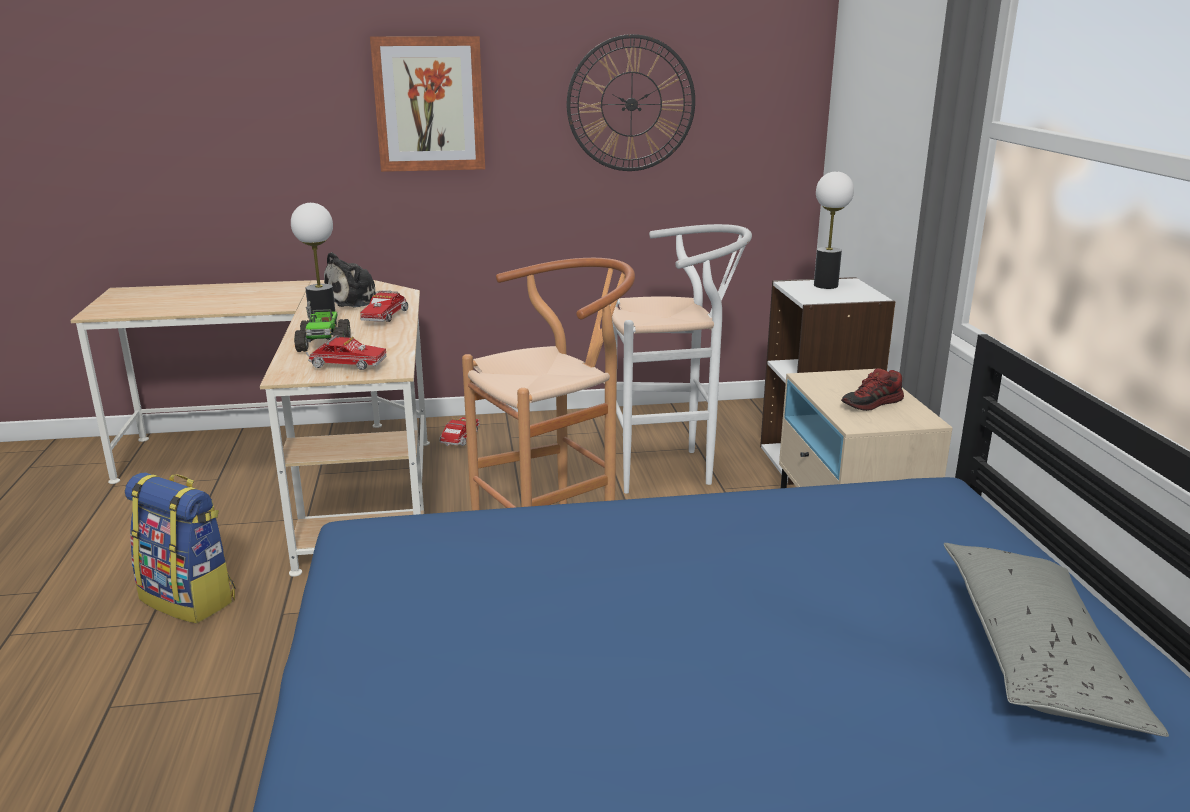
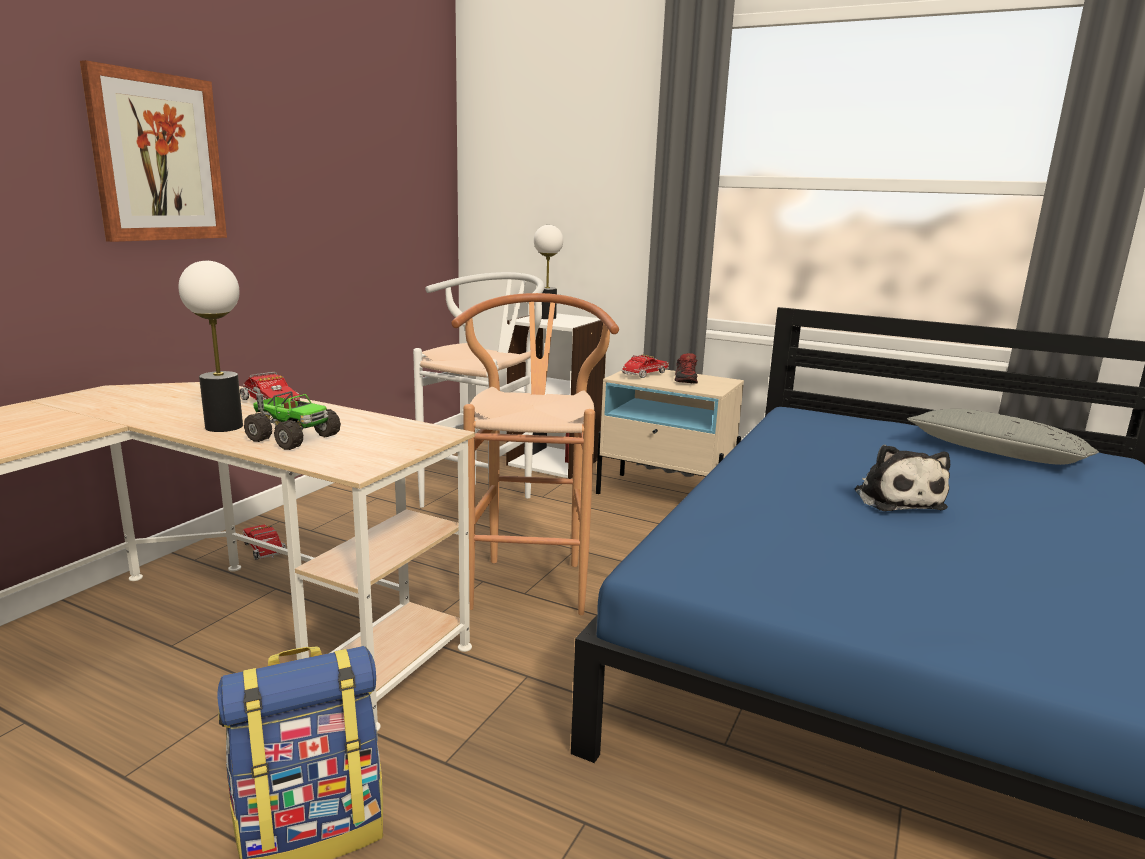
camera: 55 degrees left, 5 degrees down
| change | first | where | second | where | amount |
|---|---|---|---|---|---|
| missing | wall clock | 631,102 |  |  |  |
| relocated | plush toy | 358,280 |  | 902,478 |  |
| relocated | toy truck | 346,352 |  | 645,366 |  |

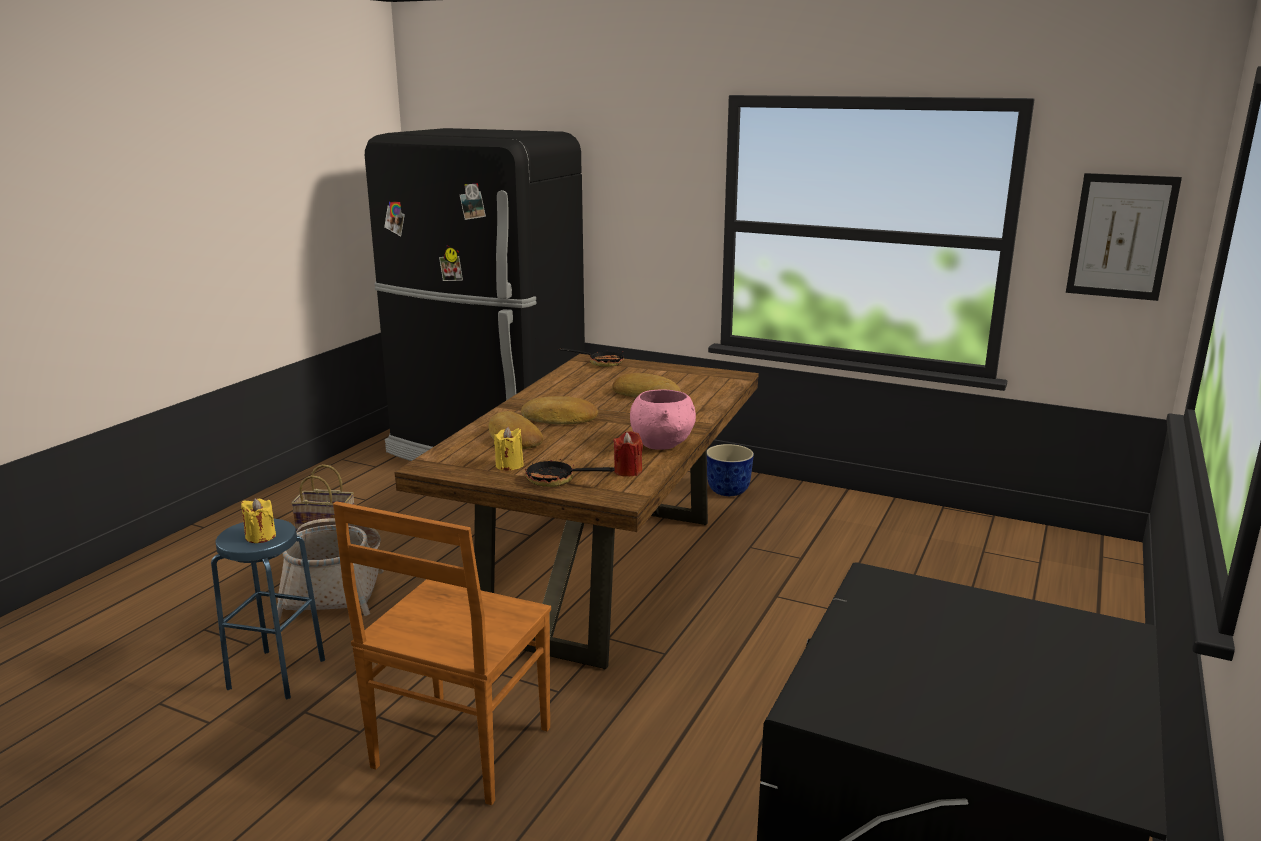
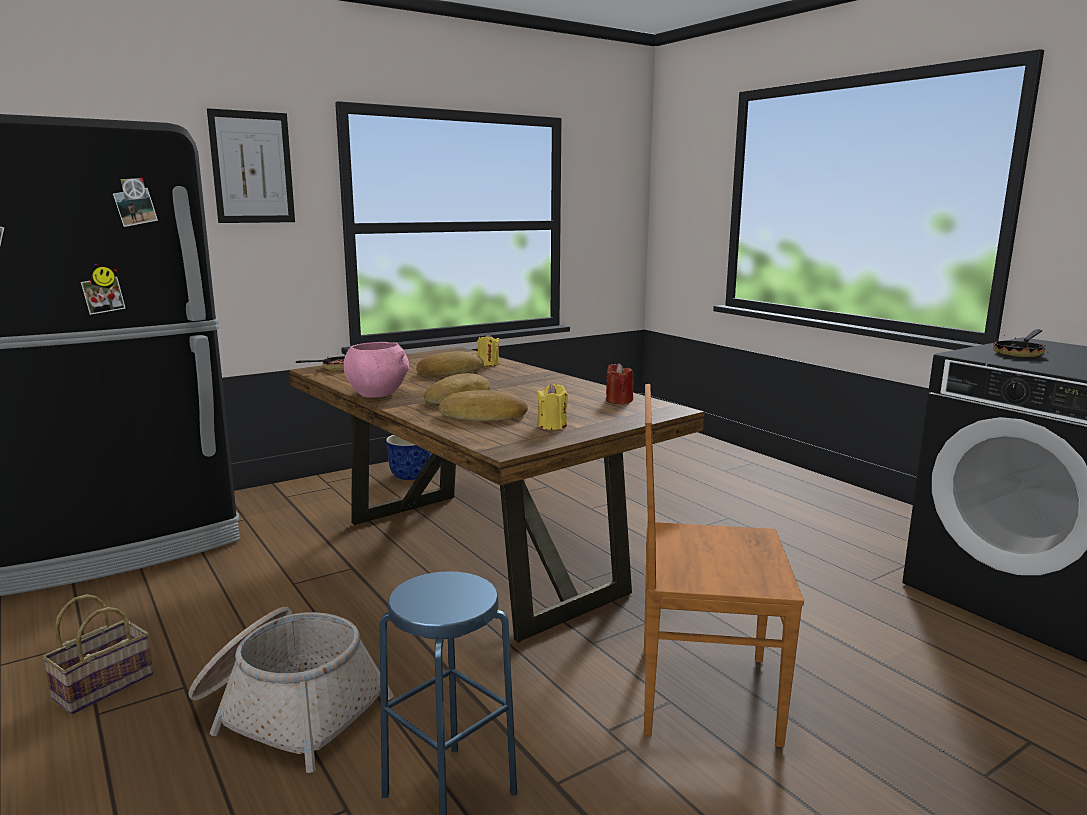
camera: 60 degrees left, 5 degrees down
| change | first | where | second | where | amount |
|---|---|---|---|---|---|
| relocated | picture | 1124,237 |  | 251,165 |  |
| relocated | pink bowl | 663,420 |  | 377,370 |  |
| relocated | frying pan | 570,473 |  | 1019,343 |  |
| relocated | yellow candle | 258,520 |  | 488,349 |  |
| spun | brown chair | 442,653 |  | 724,565 | 135 degrees clockwise |

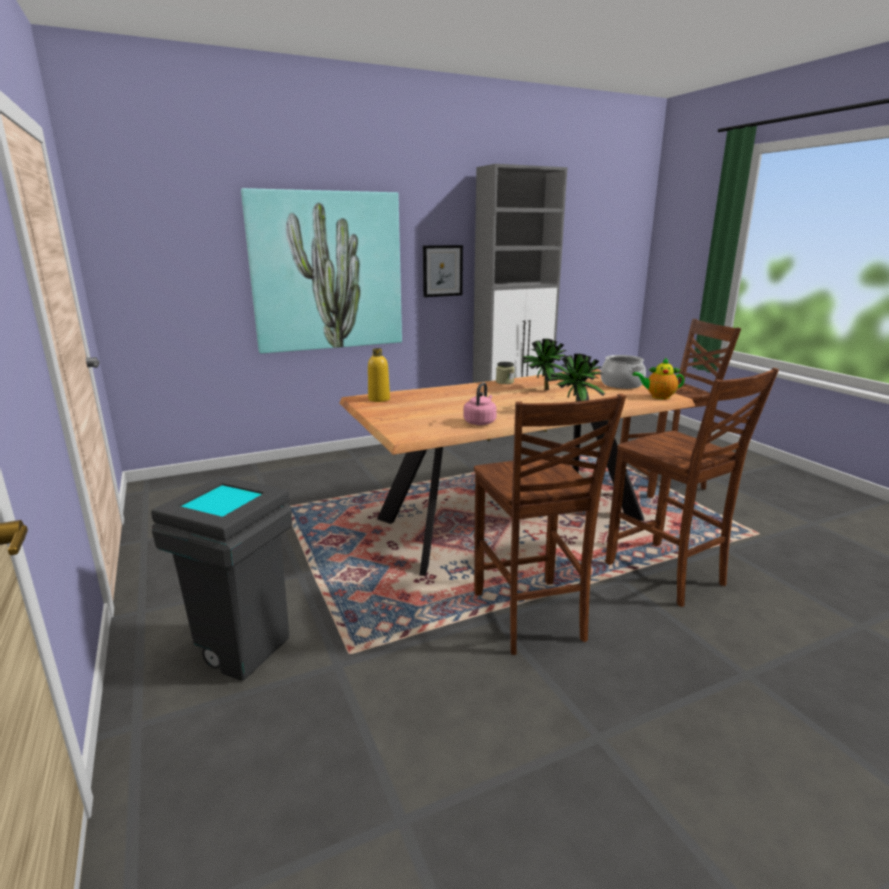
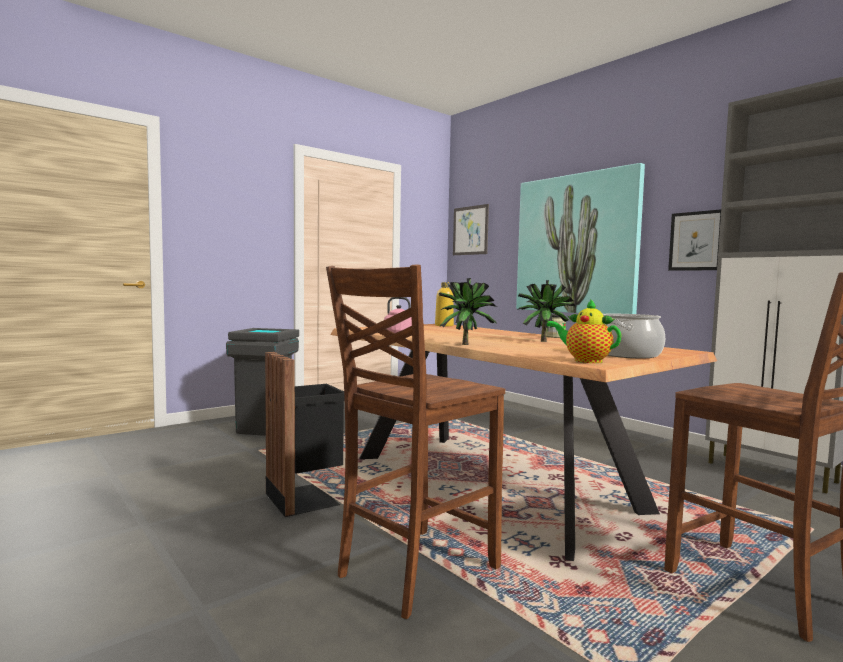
camera: 75 degrees right, 15 degrees down
| change | first | where | second | where | amount |
|---|---|---|---|---|---|
| spun | teapot | 659,378 |  | 584,331 | 45 degrees counterclockwise |
| exchanged | brown chair | 550,524 | black trash can | 305,434 |  |
| appeared |  |  | picture | 471,229 |  |

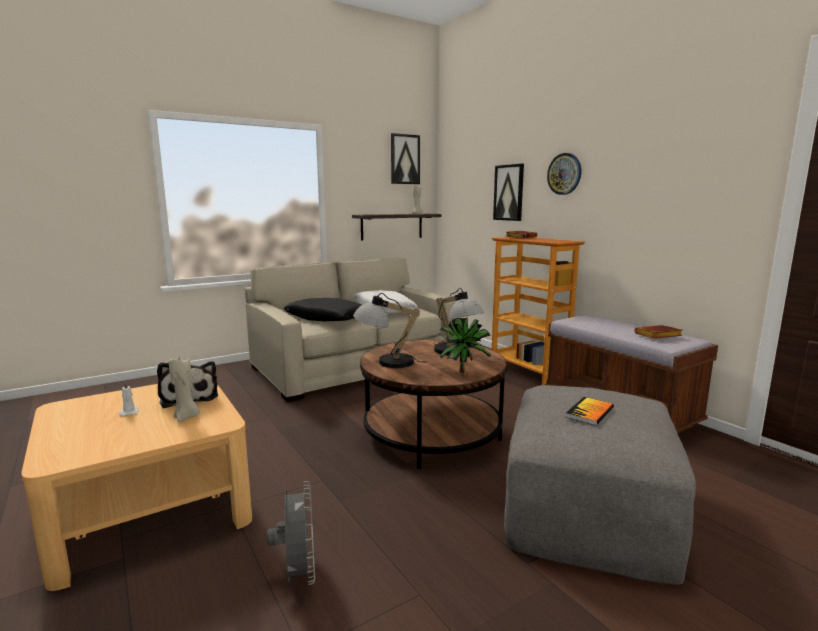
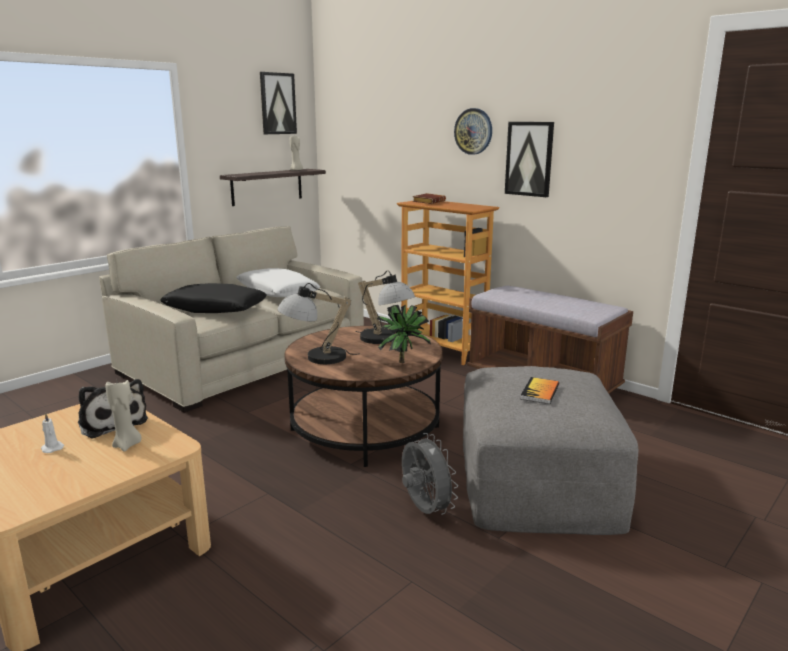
camera: 15 degrees left, 5 degrees up
| change | first | where | second | where | amount |
|---|---|---|---|---|---|
| relocated | picture | 508,192 |  | 529,159 |  |
| missing | brown book | 658,332 |  |  |  |
| relocated | grey fan | 291,533 |  | 430,474 |  |

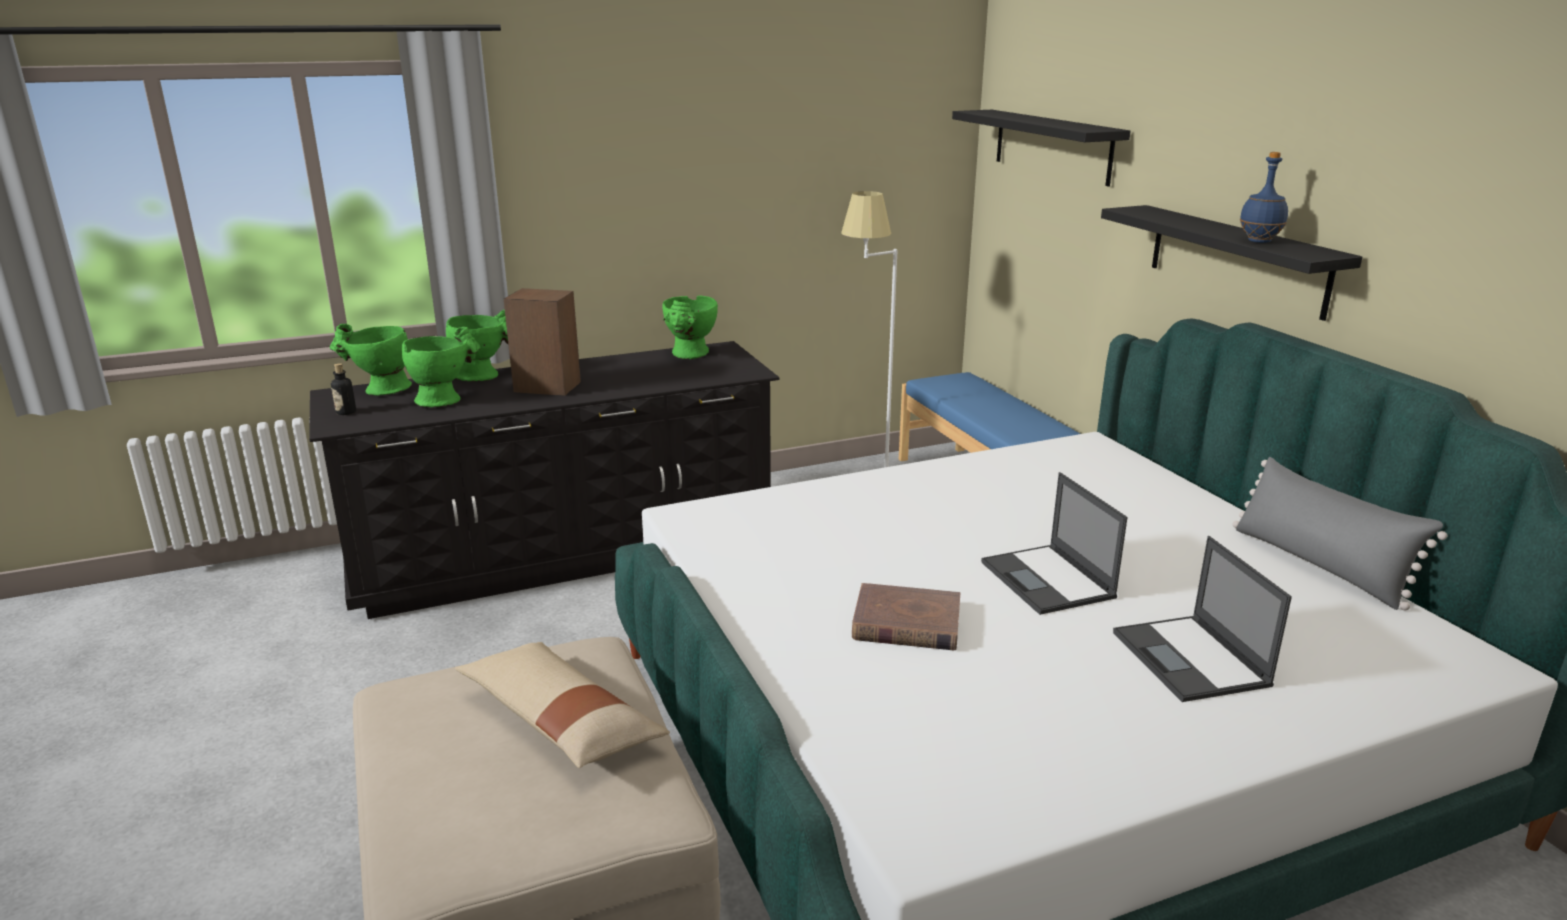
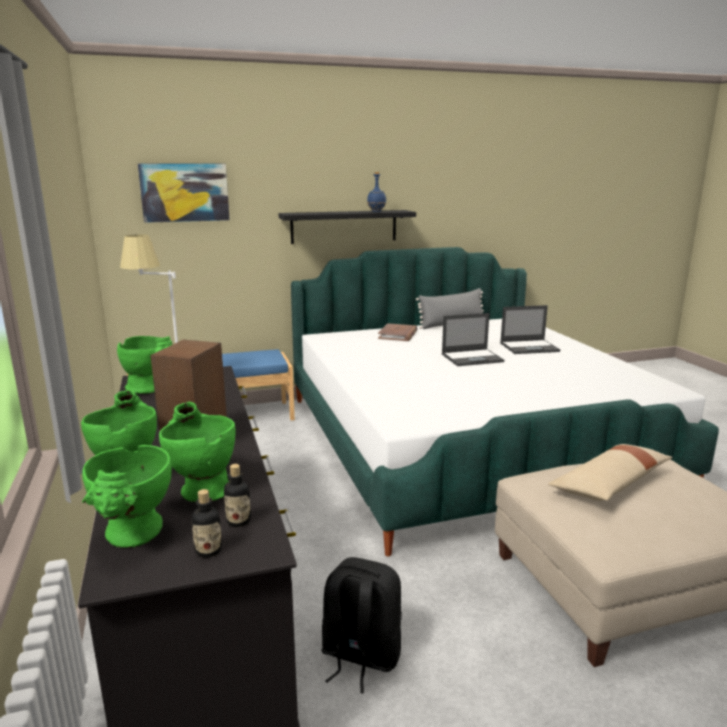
camera: 85 degrees left, 5 degrees down
| change | first | where | second | where | amount |
|---|---|---|---|---|---|
| exchanged | black shelf | 1041,148 | picture | 184,193 |  |
| relocated | brown book | 906,616 |  | 398,332 |  |
| appeared |  |  | bottle | 237,495 |  |
| appeared |  |  | black backpack | 361,625 |  |

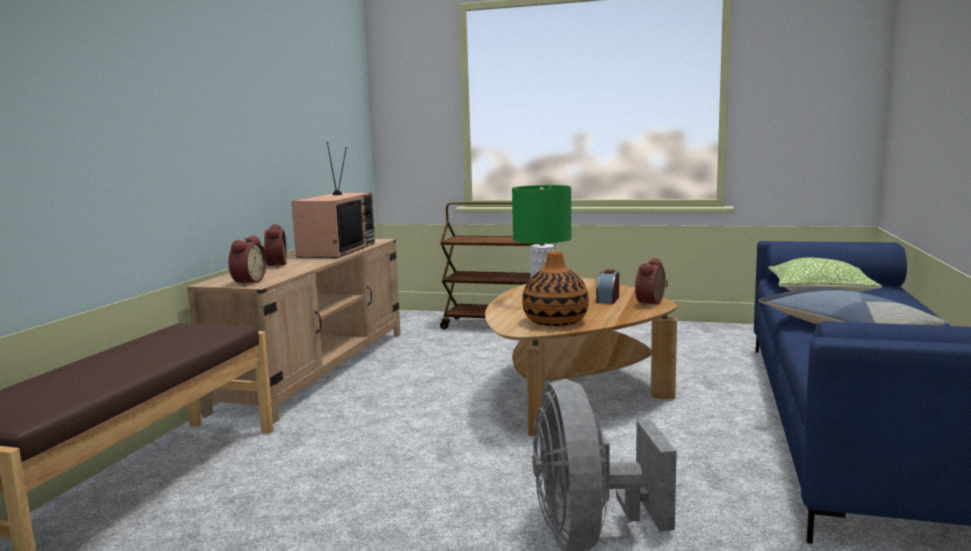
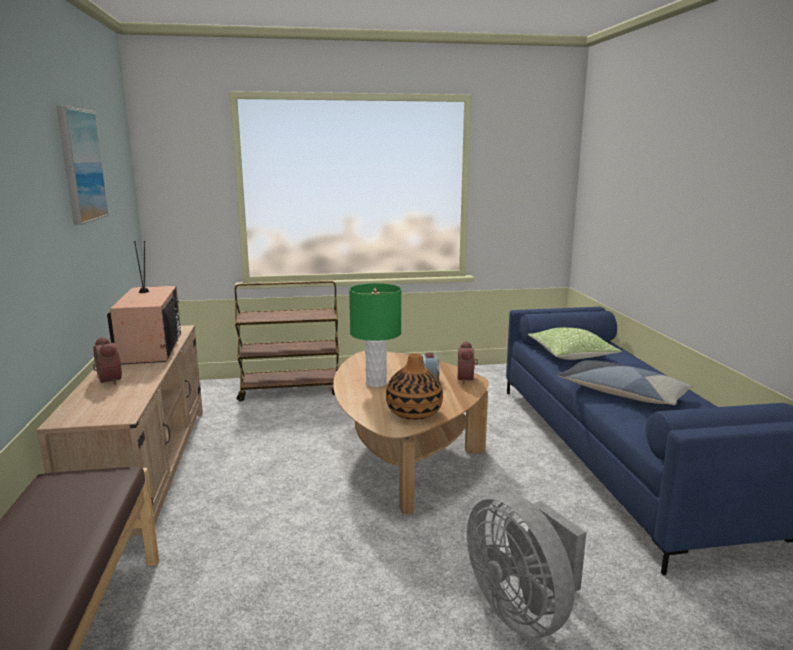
camera: 25 degrees left, 5 degrees up
| change | first | where | second | where | amount |
|---|---|---|---|---|---|
| missing | alarm clock | 247,260 |  |  |  |
| appeared |  |  | picture | 82,165 |  |

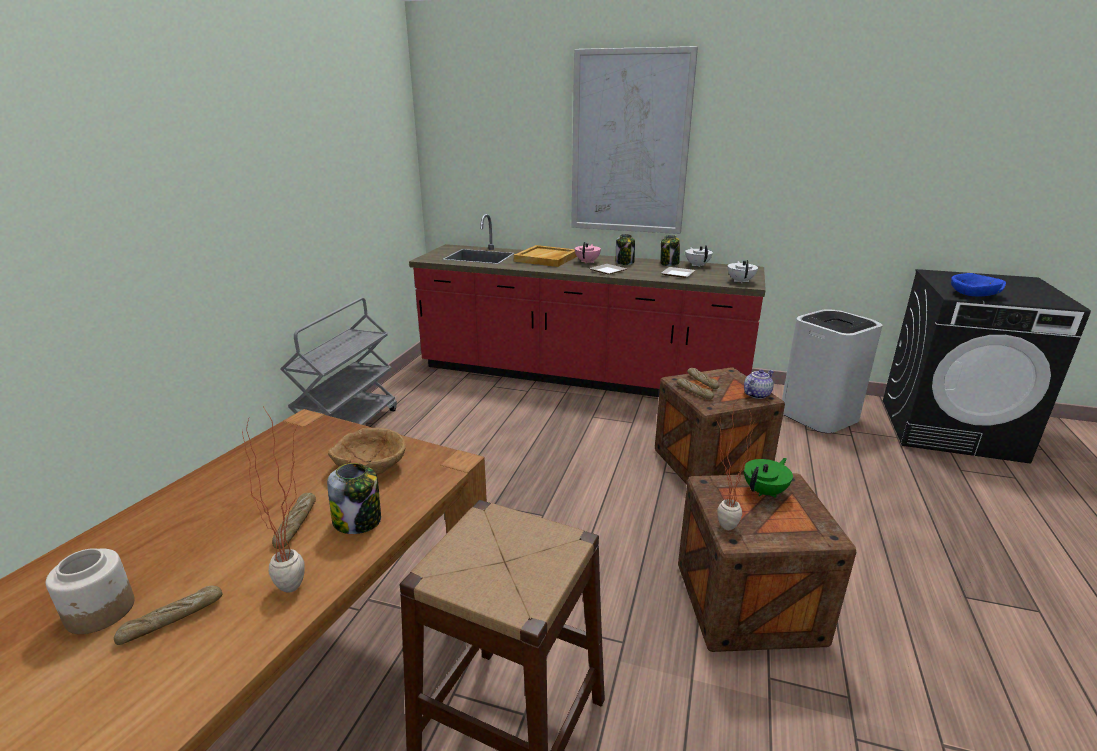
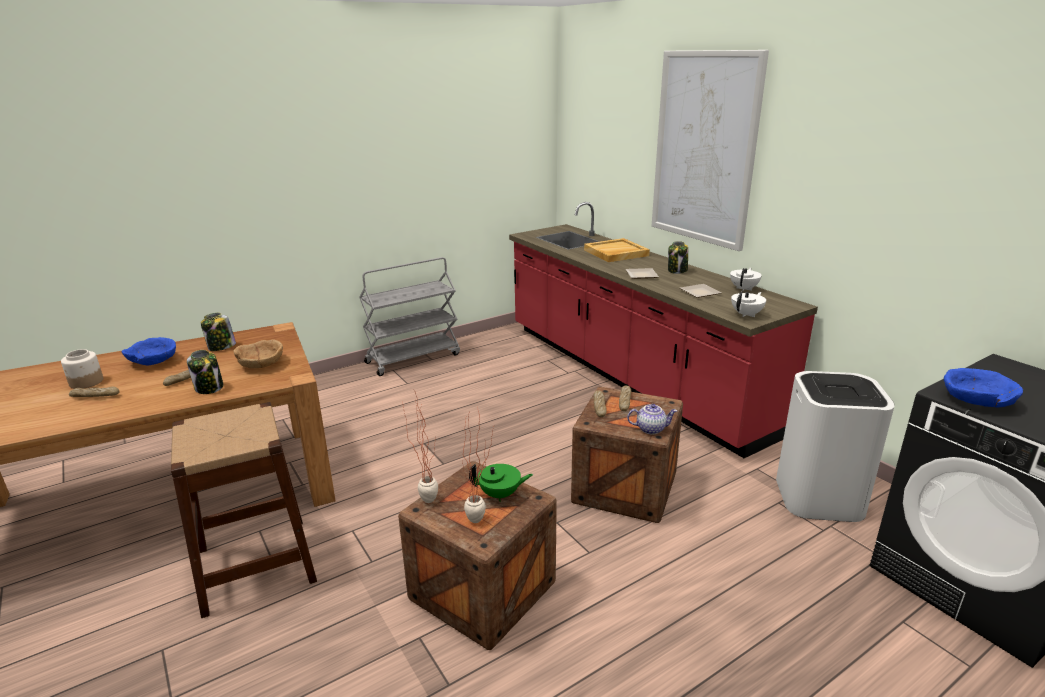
camera: 40 degrees right, 0 degrees up
| change | first | where | second | where | amount |
|---|---|---|---|---|---|
| relocated | jar | 670,250 |  | 218,332 |  |
| missing | pink teapot | 588,252 |  |  |  |
| relocated | potted plant | 273,500 |  | 479,464 |  |
| appeared |  |  | blue bowl | 149,351 |  |

